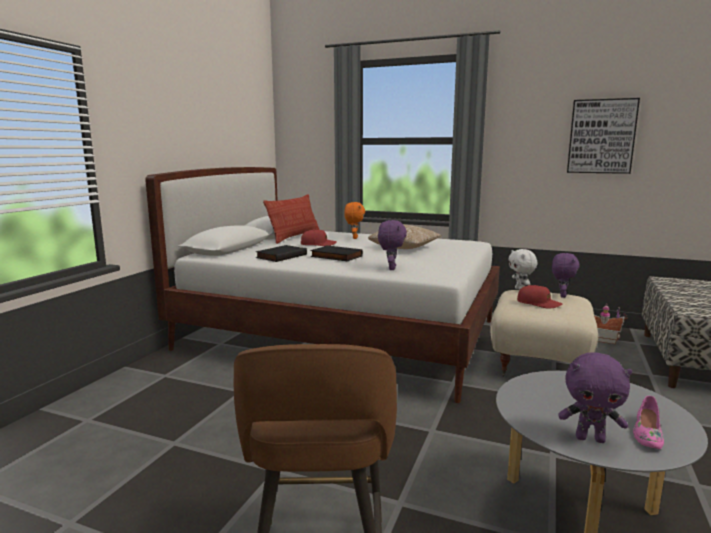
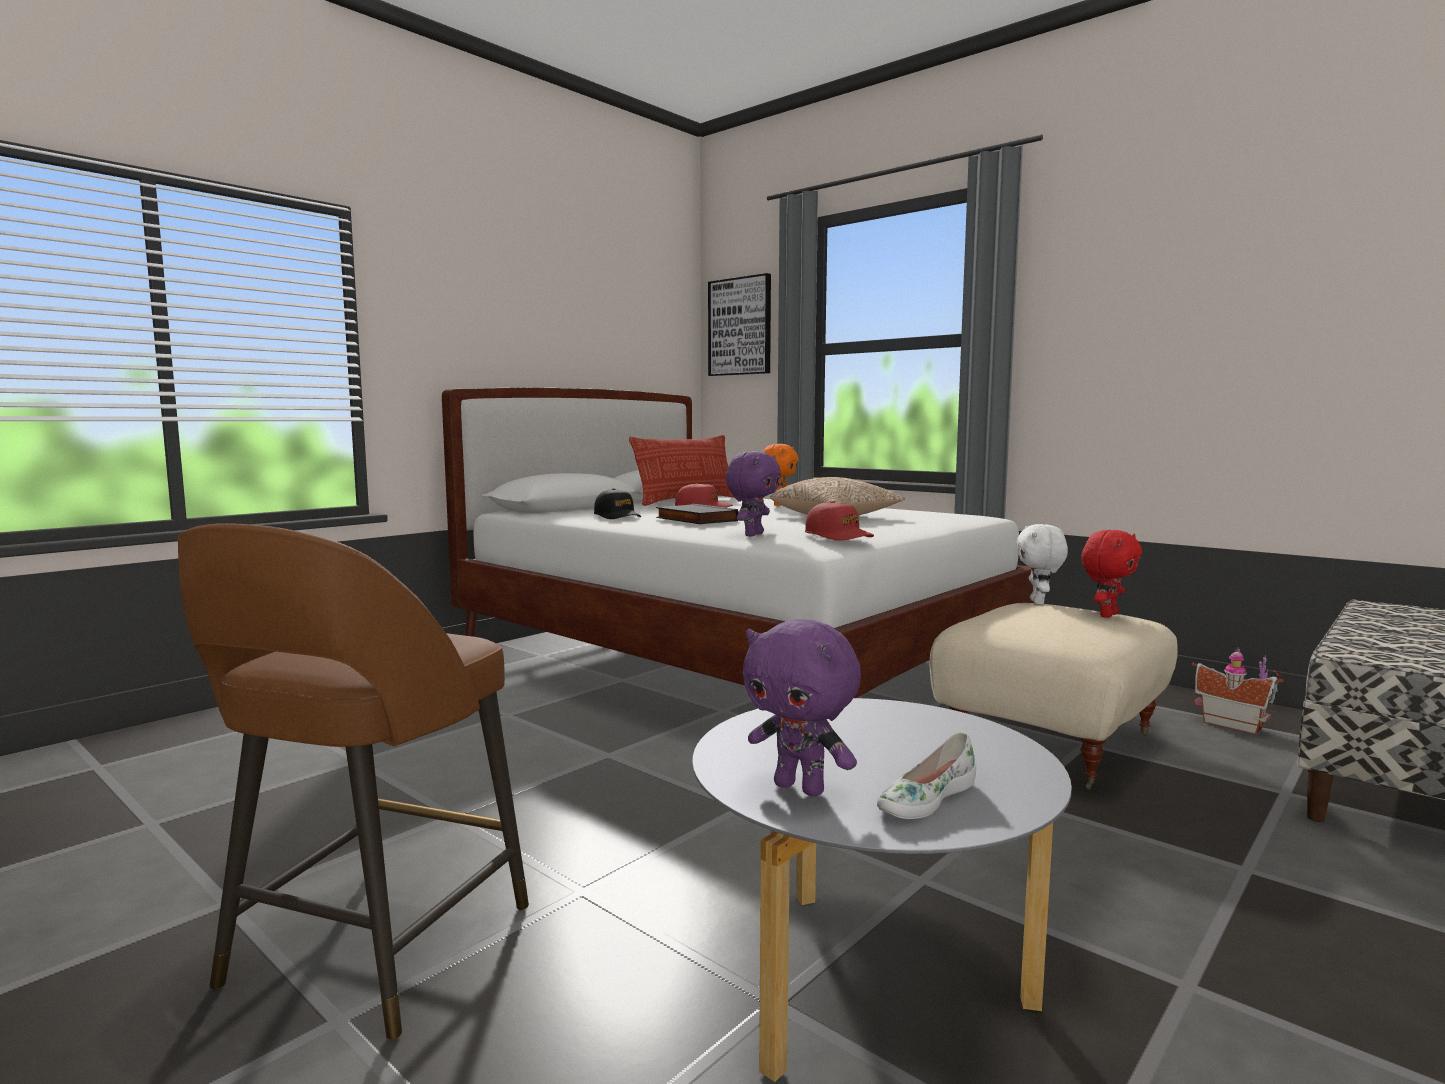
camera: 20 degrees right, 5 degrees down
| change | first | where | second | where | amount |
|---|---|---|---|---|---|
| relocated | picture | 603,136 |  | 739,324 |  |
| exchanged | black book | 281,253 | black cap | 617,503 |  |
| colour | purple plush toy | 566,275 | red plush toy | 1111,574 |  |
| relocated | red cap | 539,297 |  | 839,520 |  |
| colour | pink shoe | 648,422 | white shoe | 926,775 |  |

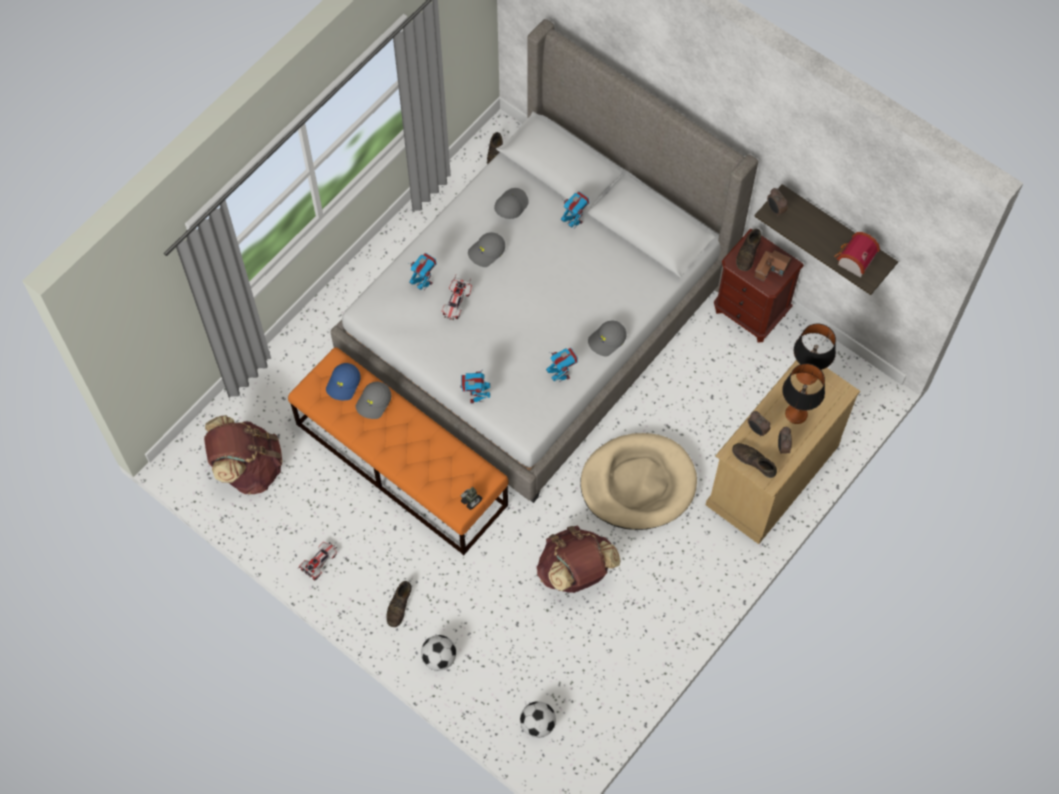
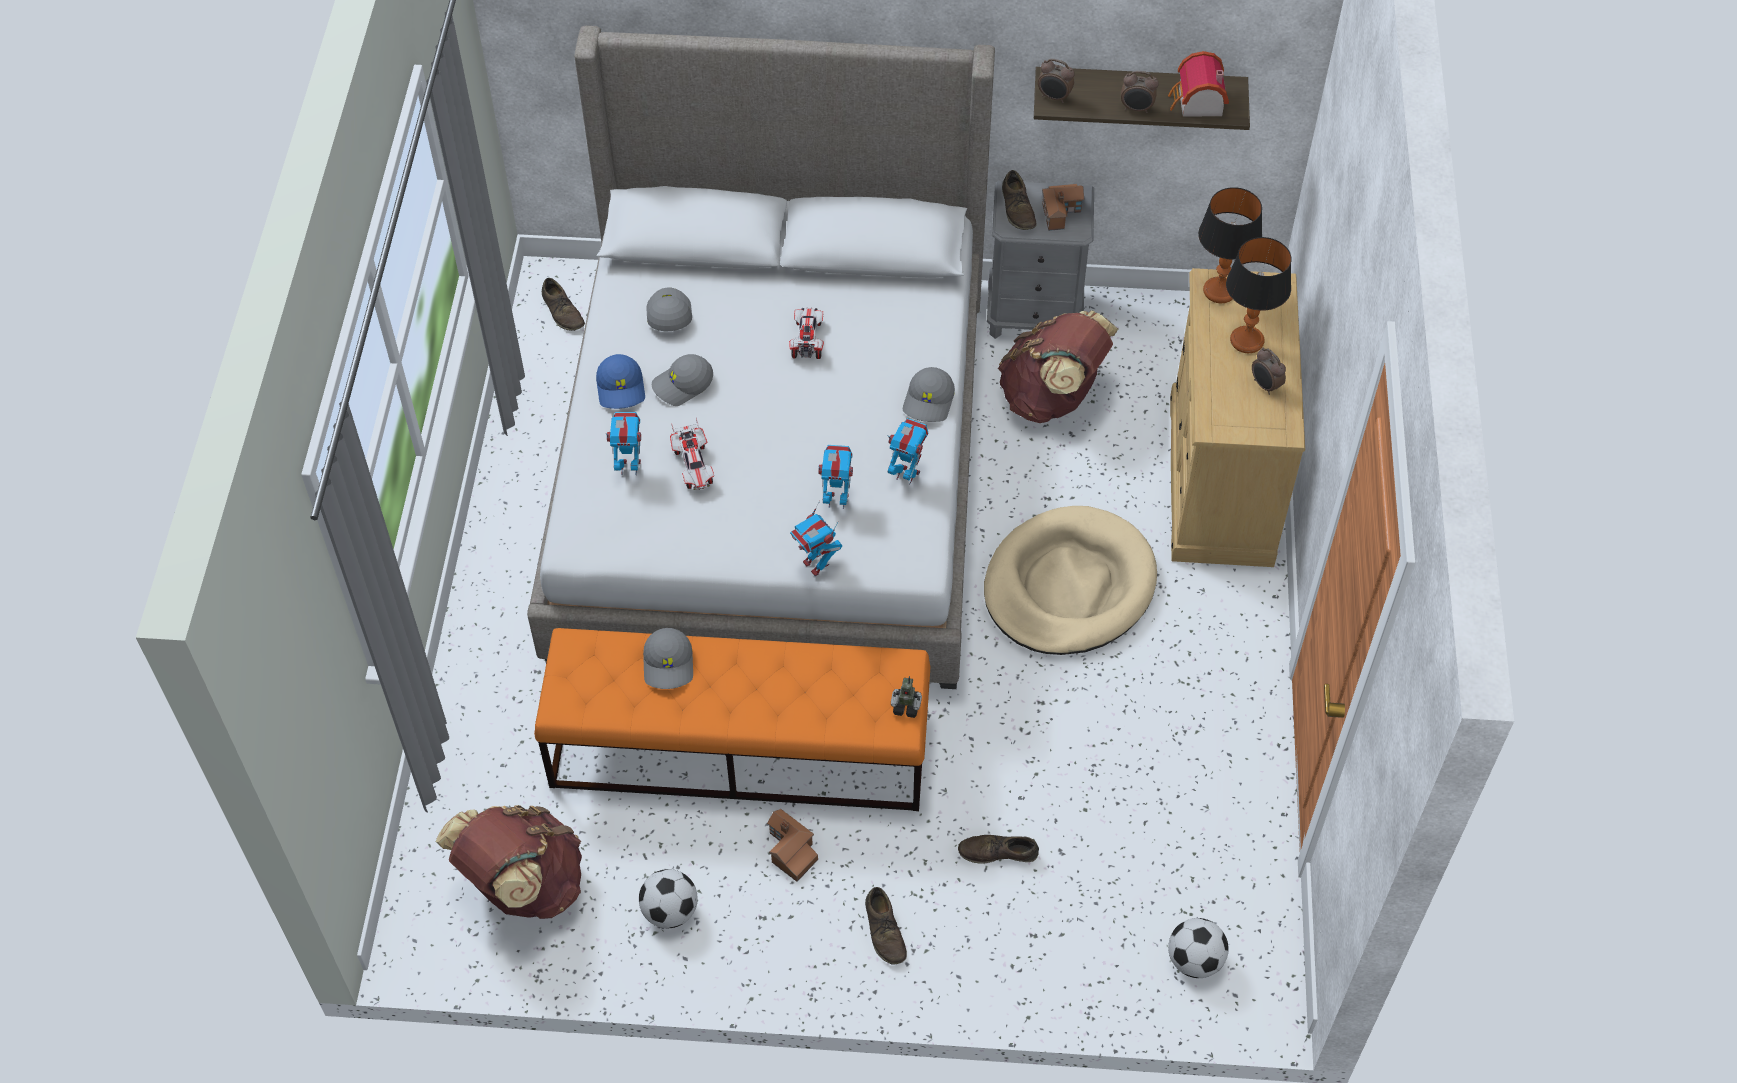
camera: 35 degrees left, 10 degrees down
| change | first | where | second | where | amount |
|---|---|---|---|---|---|
| relocated | toy robot | 575,210 |  | 835,477 |  |
| colour | brown nightstand | 759,286 | grey nightstand | 1040,260 |  |
| spun | grey cap | 486,249 |  | 682,380 | 45 degrees clockwise |
| relocated | blue cap | 343,381 |  | 620,381 |  |
| relocated | alarm clock | 759,424 |  | 1140,92 |  |
| relocated | brown shoe | 754,460 |  | 998,849 |  |
| relocated | brown backpack | 579,559 |  | 1058,366 |  |
| relocated | toy car | 317,561 |  | 806,333 |  |
| relocated | football | 438,653 |  | 668,899 |  |
| appeared |  |  | toy house | 792,845 |  |

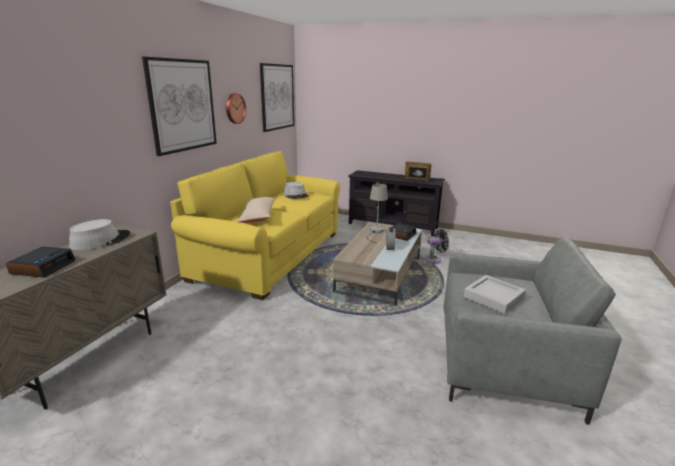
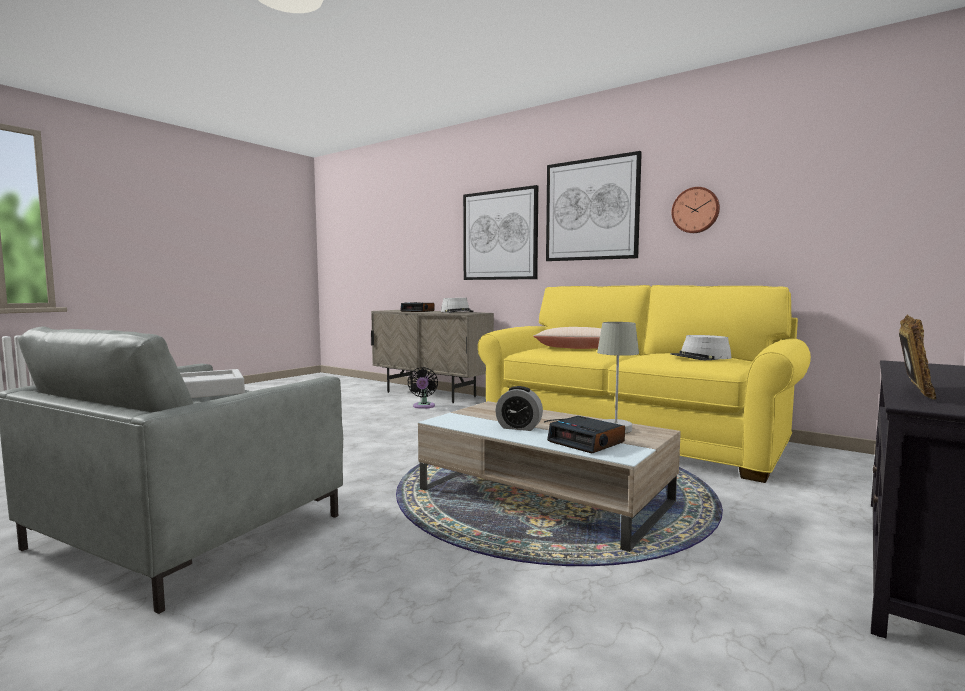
camera: 105 degrees right, 15 degrees down
| change | first | where | second | where | amount |
|---|---|---|---|---|---|
| relocated | picture | 277,97 |  | 500,232 |  |
| relocated | black fan | 436,246 |  | 423,388 |  |

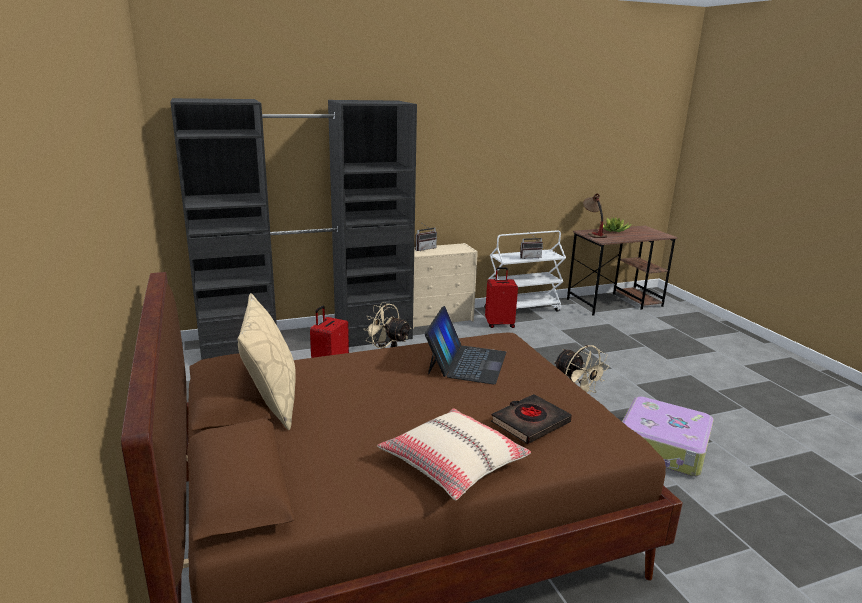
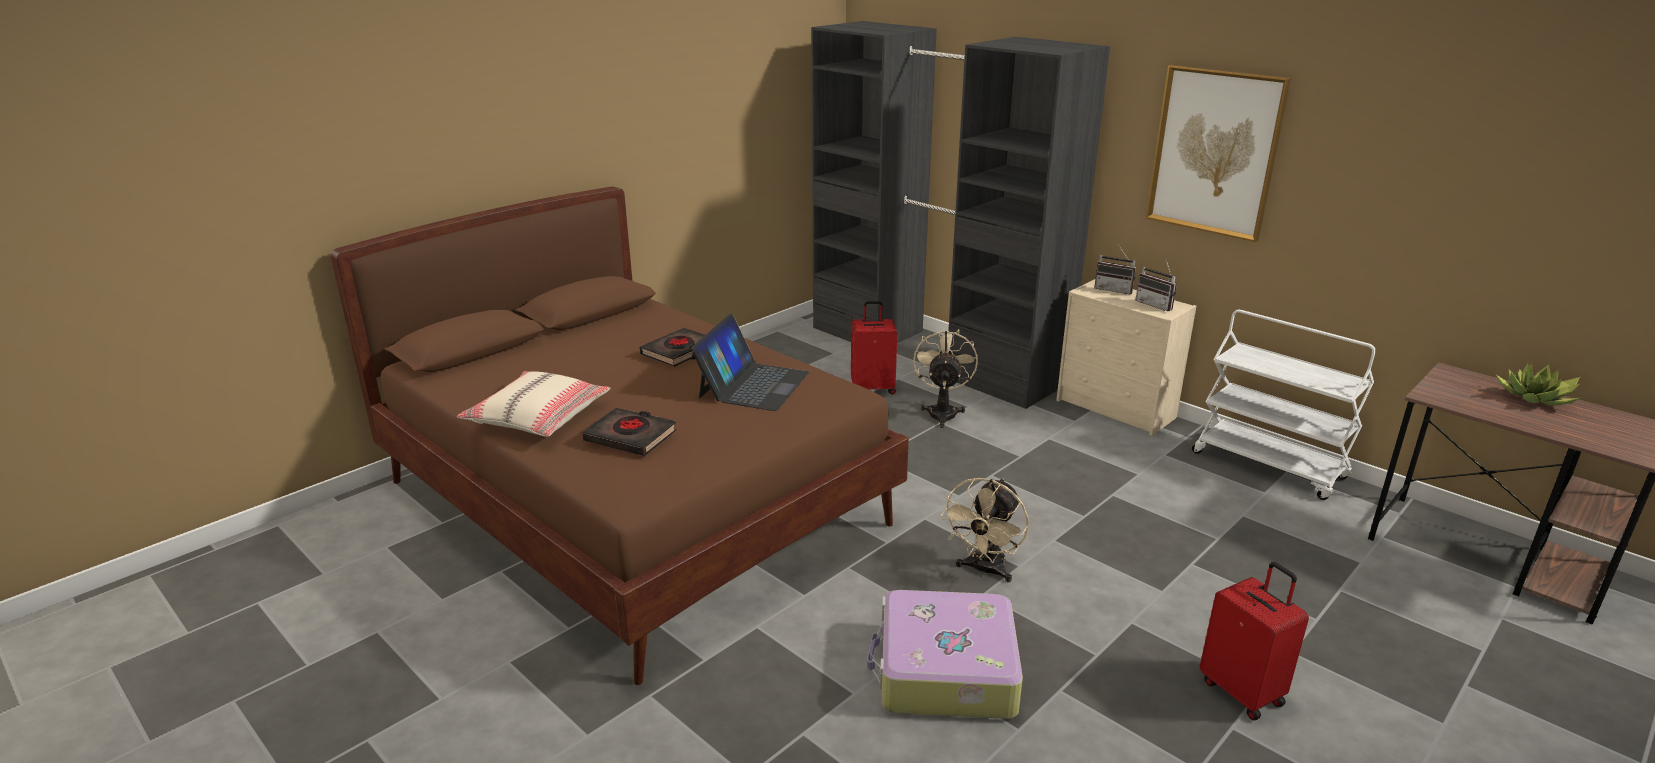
camera: 65 degrees right, 5 degrees up
| change | first | where | second | where | amount |
|---|---|---|---|---|---|
| missing | table lamp | 595,215 |  |  |  |
| relocated | radio | 531,246 |  | 1156,285 |  |
| relocated | red suitcase | 501,297 |  | 1254,641 |  |
| missing | beige pillow | 267,361 |  |  |  |
| spun | laptop | 465,345 |  | 750,362 | 60 degrees counterclockwise |
| appeared |  |  | picture | 1218,153 |  |
| appeared |  |  | black book | 672,347 |  |

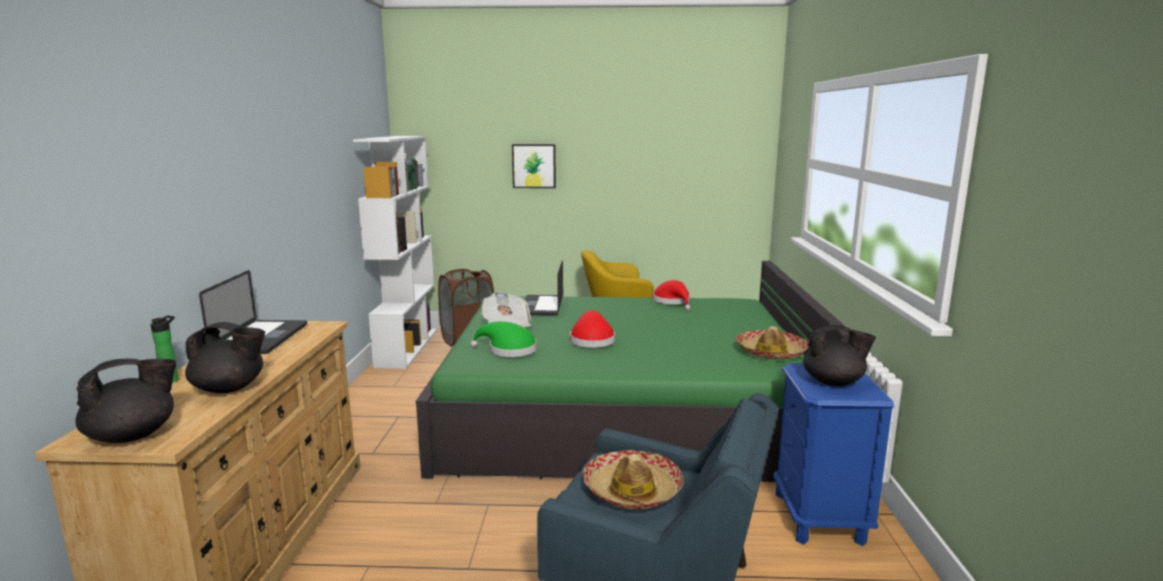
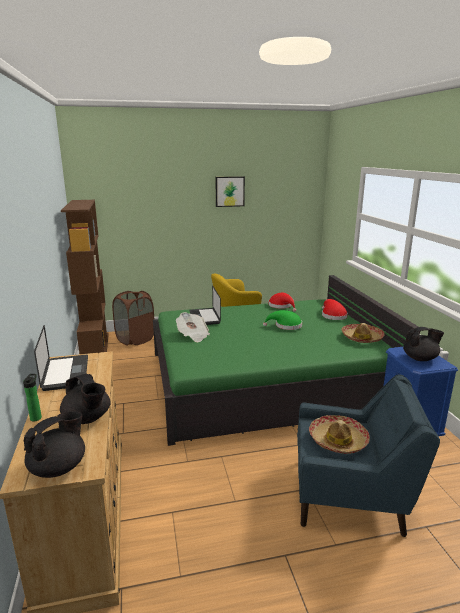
camera: 15 degrees left, 5 degrees up
| change | first | where | second | where | amount |
|---|---|---|---|---|---|
| colour | white bookcase | 395,252 | brown bookcase | 85,277 |  |
| relocated | picture | 534,166 |  | 230,191 |  |
| relocated | red hat | 592,329 |  | 335,309 |  |
| relocated | green hat | 503,339 |  | 282,320 |  |
| spun | black teapot | 225,357 |  | 85,399 | 60 degrees clockwise |

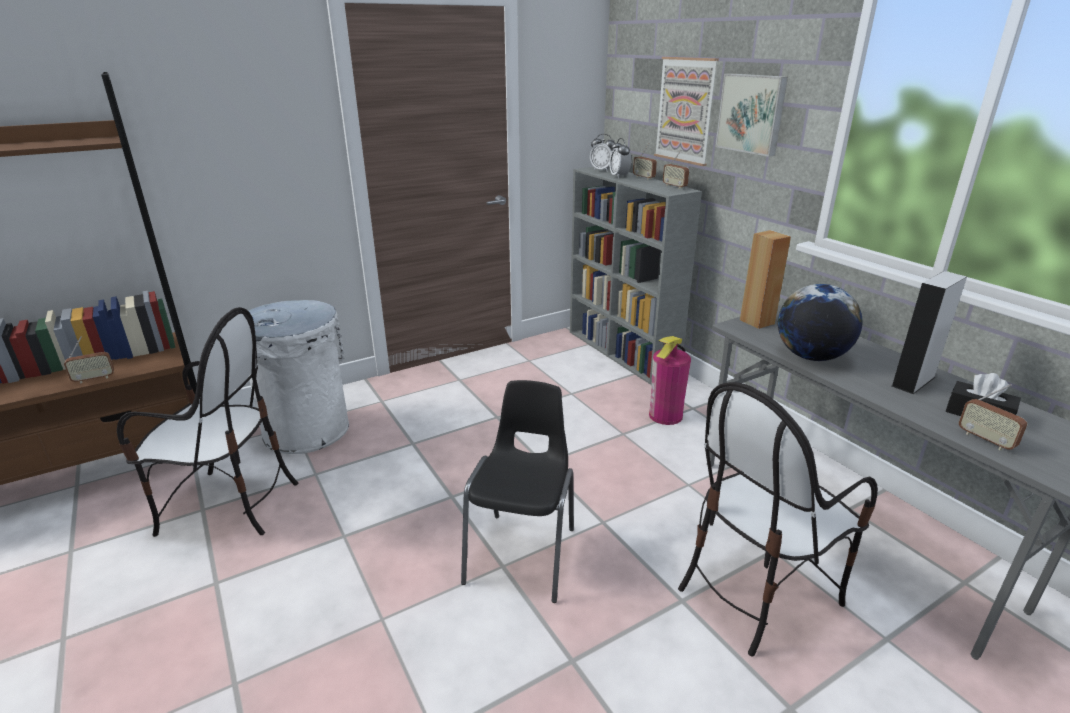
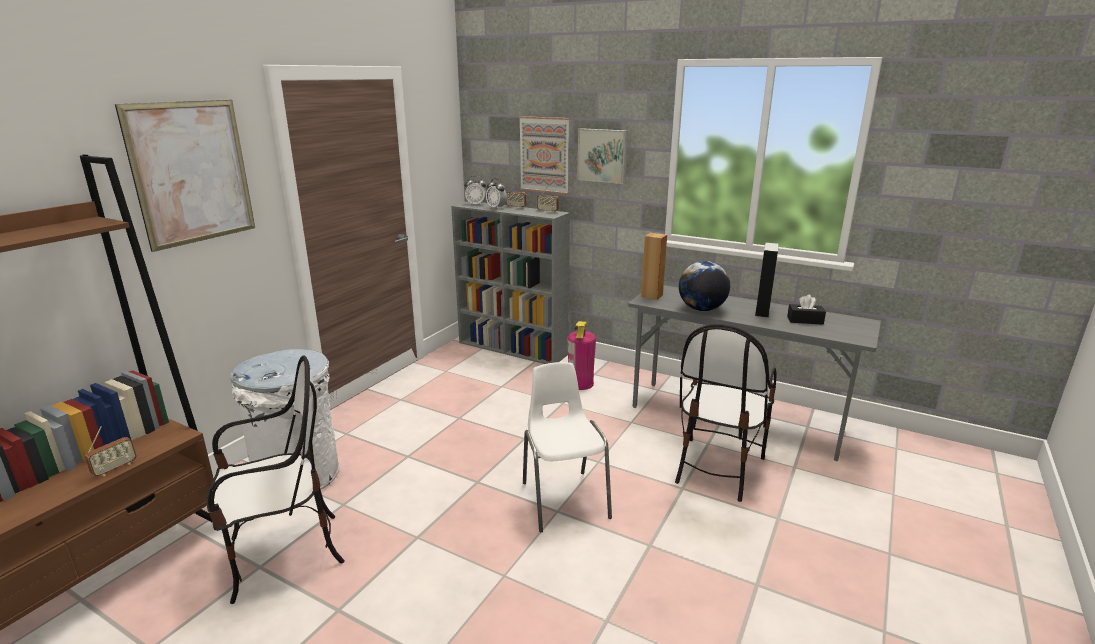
camera: 30 degrees left, 5 degrees down
| change | first | where | second | where | amount |
|---|---|---|---|---|---|
| colour | black chair | 517,491 | white chair | 567,447 |  |
| missing | radio | 993,417 |  |  |  |
| appeared |  |  | picture | 185,176 |  |

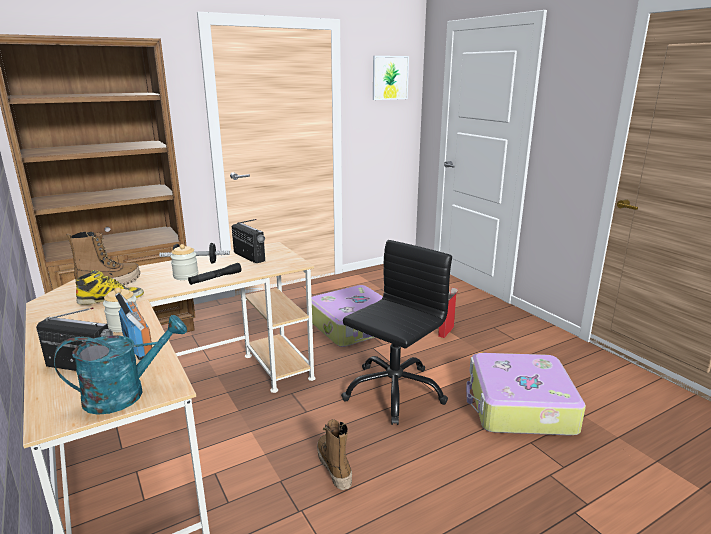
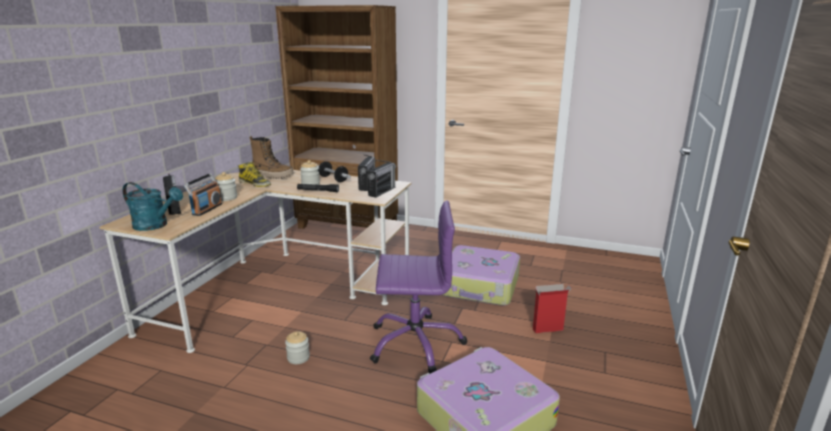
camera: 50 degrees right, 0 degrees up
| change | first | where | second | where | amount |
|---|---|---|---|---|---|
| missing | picture | 391,78 |  |  |  |
| colour | black office chair | 396,332 | purple office chair | 418,287 |  |
| exchanged | boot | 334,454 | jar | 297,347 |  |
| appeared |  |  | radio | 381,178 |  |

